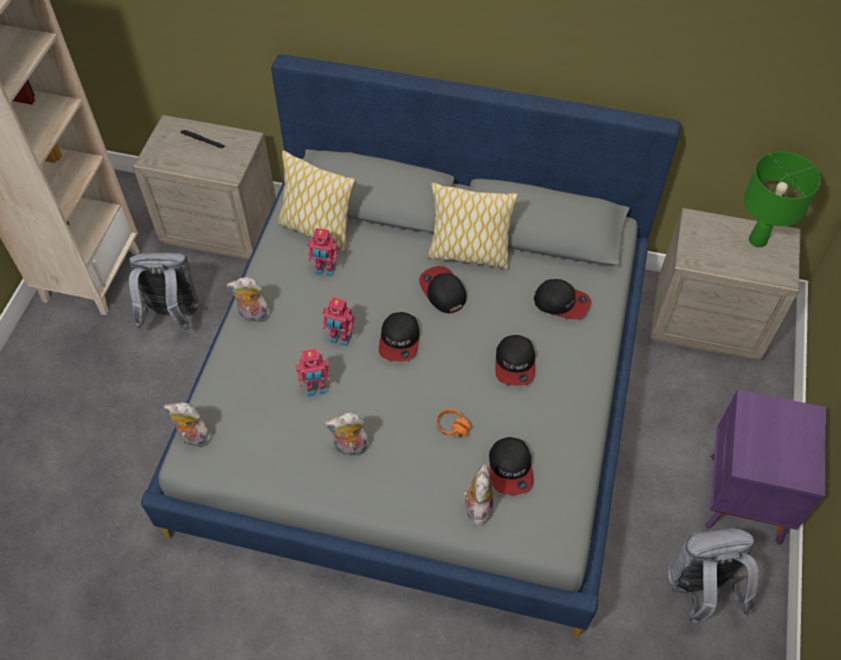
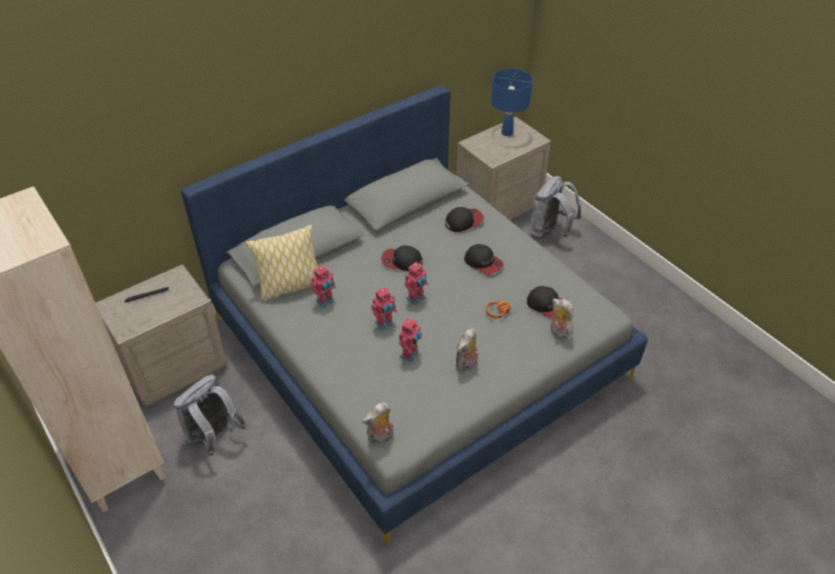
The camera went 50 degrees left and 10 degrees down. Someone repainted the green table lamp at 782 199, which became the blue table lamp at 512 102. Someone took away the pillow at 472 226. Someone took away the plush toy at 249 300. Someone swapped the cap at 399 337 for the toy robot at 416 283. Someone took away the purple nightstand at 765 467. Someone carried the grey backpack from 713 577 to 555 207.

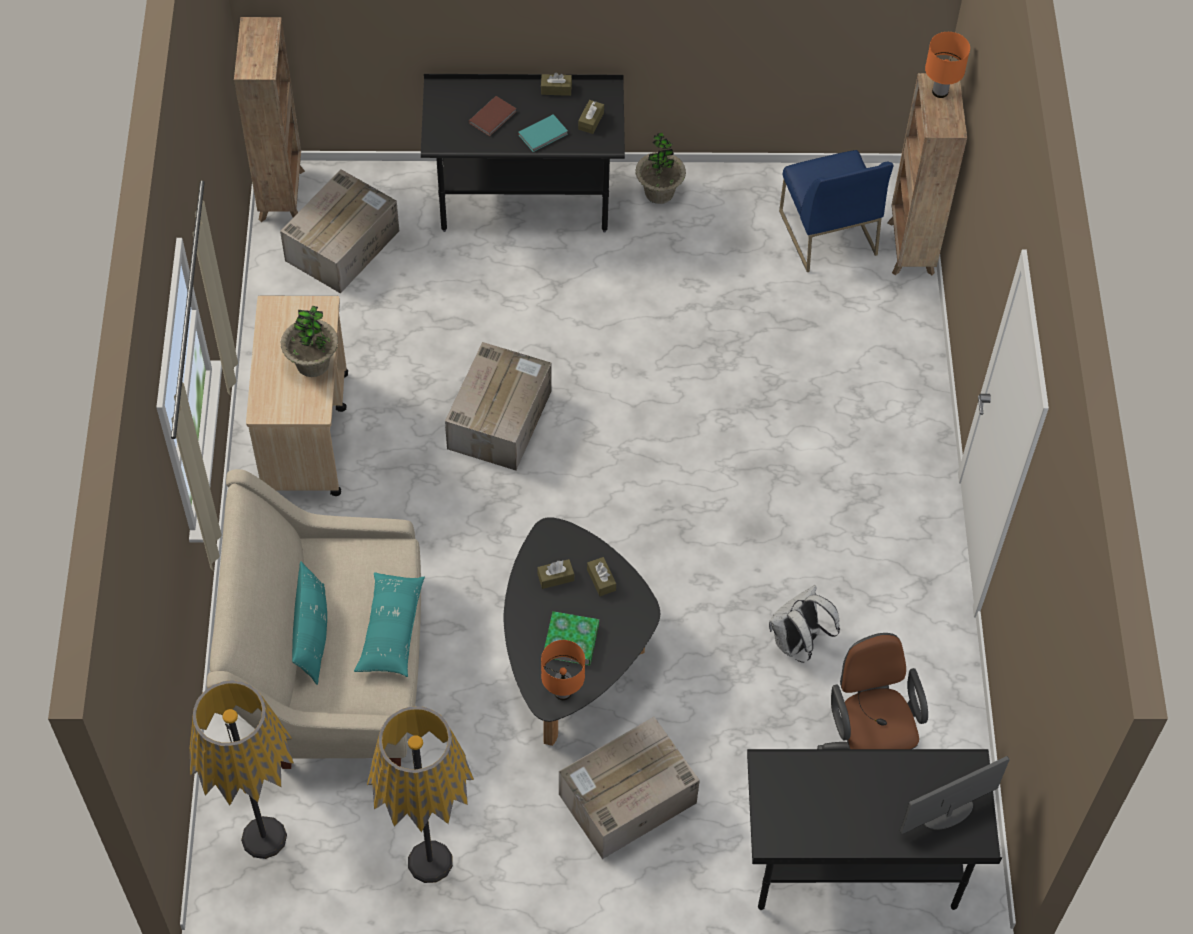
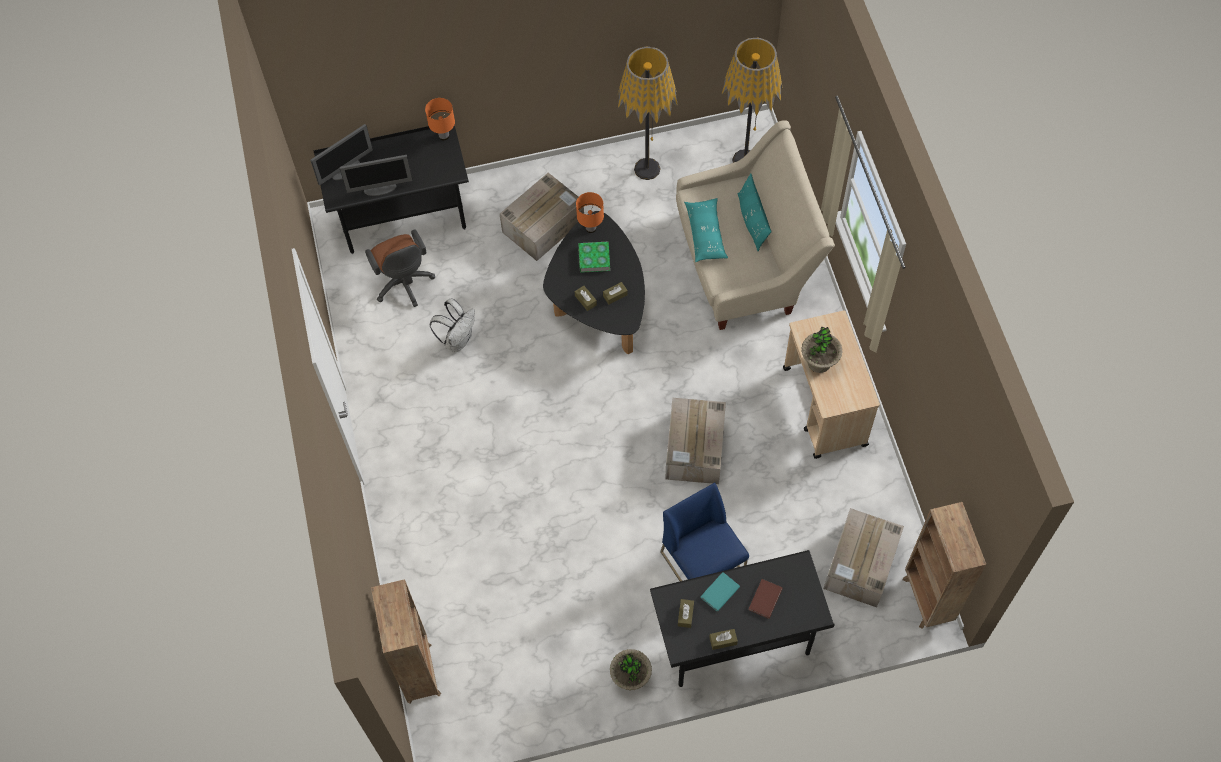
The camera went 170 degrees right and 5 degrees up. Someone carried the orange table lamp from 947 65 to 440 119. Someone carried the blue chair from 836 211 to 705 531. Someone put down the monitor at 376 175.

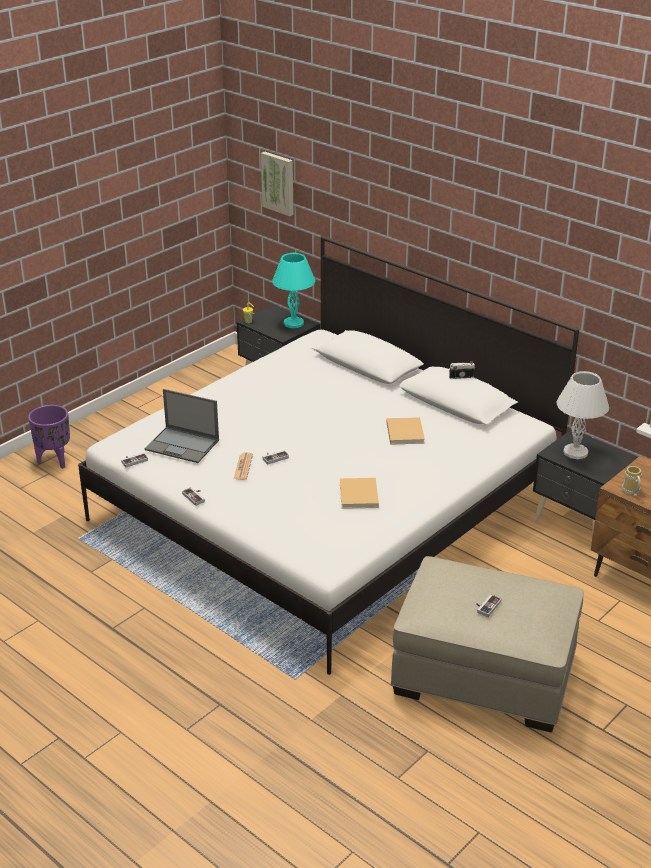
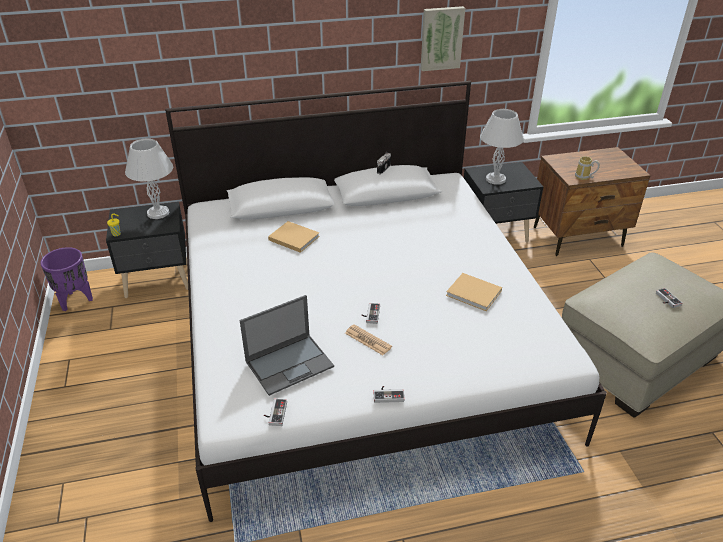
The camera went 55 degrees left and 5 degrees up. Someone carried the picture from 277 183 to 443 38. Someone repainted the turquoise table lamp at 293 290, which became the white table lamp at 149 178. Someone carried the purple planter from 49 437 to 66 279. Someone carried the beige book from 406 431 to 294 237.

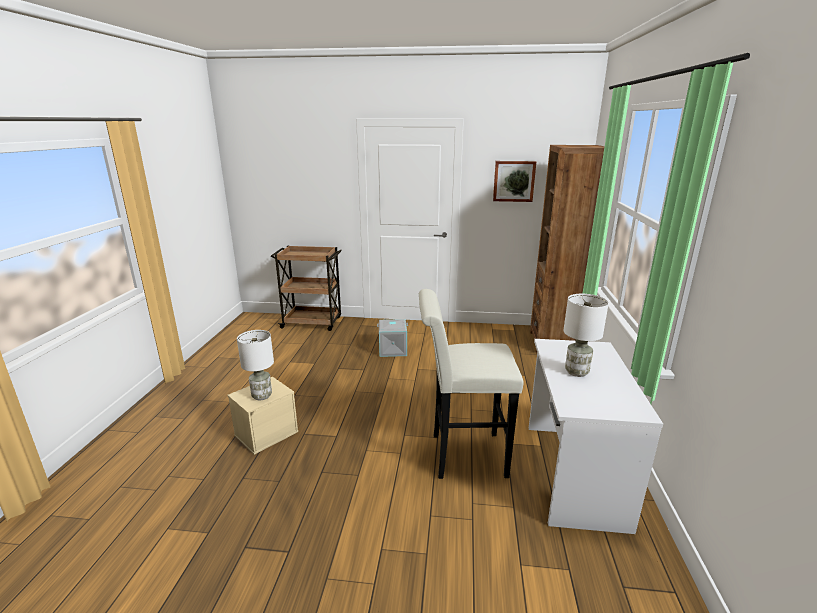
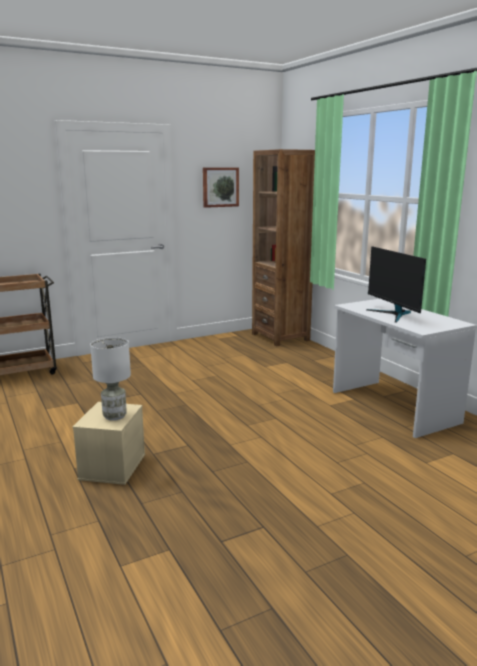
The camera went 35 degrees left and 5 degrees down. Someone took away the white stool at 471 384. Someone swapped the white table lamp at 586 335 for the monitor at 396 284. Someone took away the grey storage box at 392 338.

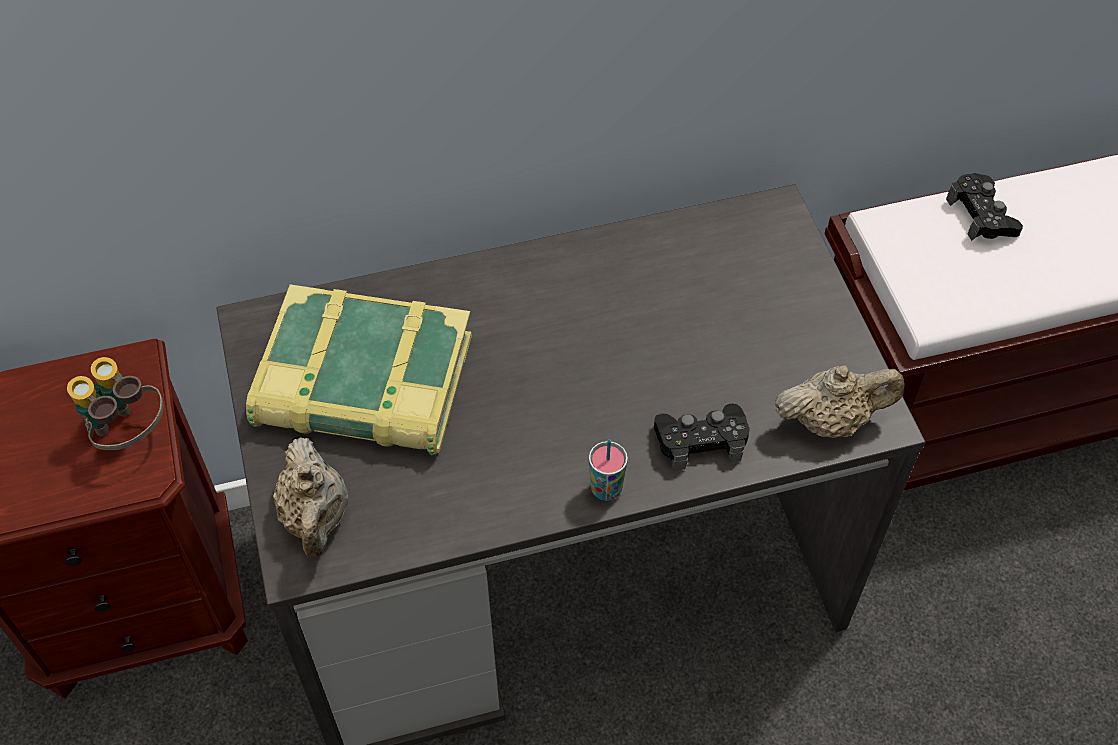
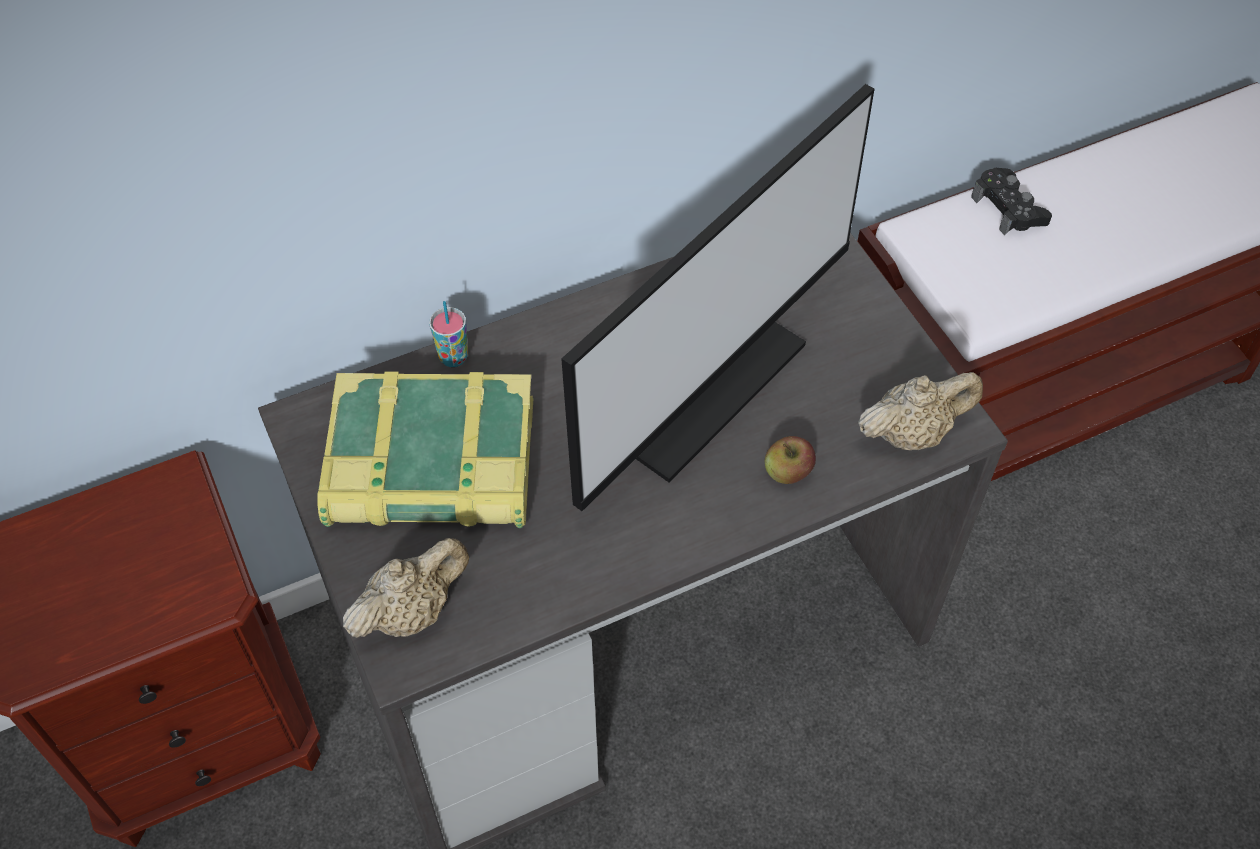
The camera went 10 degrees left and 0 degrees up. Someone took away the binoculars at 115 403. Someone swapped the black game controller at 701 437 for the apple at 790 460. Someone rotated the beige teapot at 310 497 by 105 degrees counterclockwise. Someone carried the cup from 608 470 to 448 334. Someone put down the monitor at 717 297.

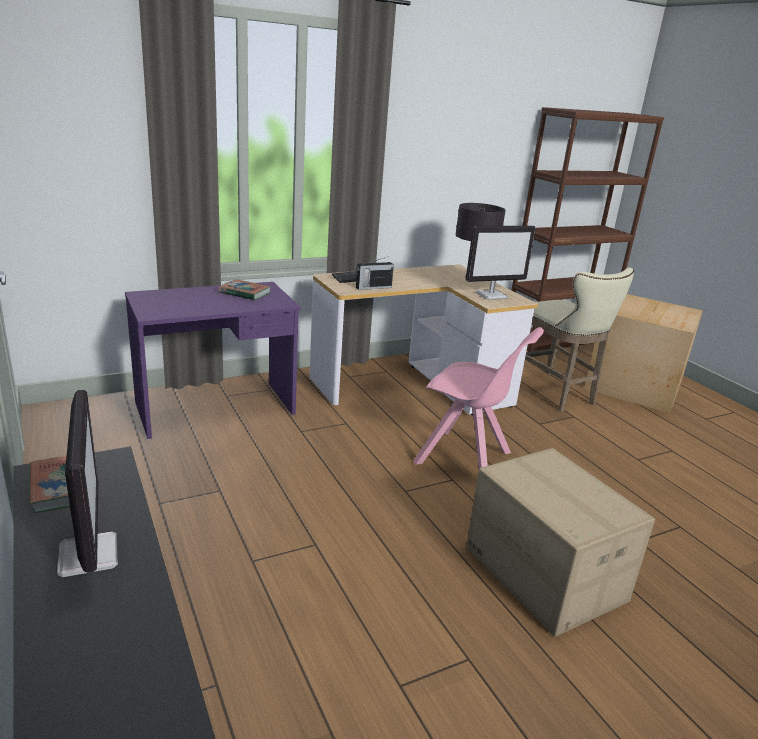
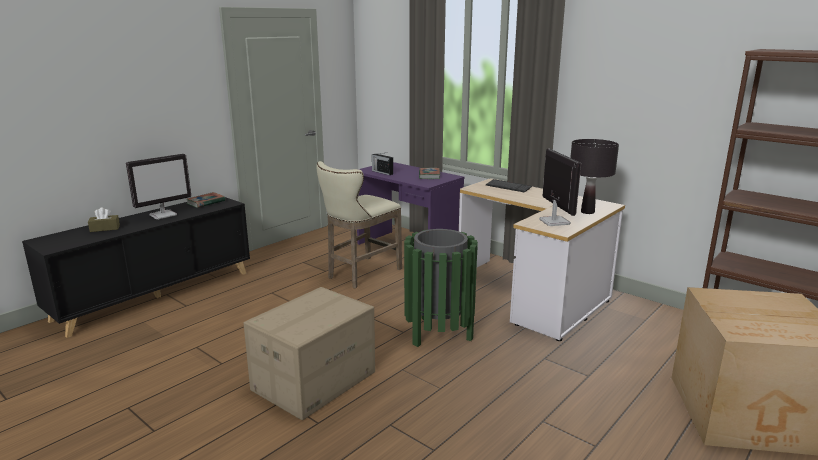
The camera went 70 degrees right and 5 degrees down. Someone rotated the monitor at 501 263 by 150 degrees counterclockwise. Someone carried the radio from 375 273 to 382 163. Someone carried the beige stool from 579 339 to 359 224. Someone swapped the pink chair at 478 397 for the green trash can at 441 288. Someone put down the brown tissue box at 104 219.

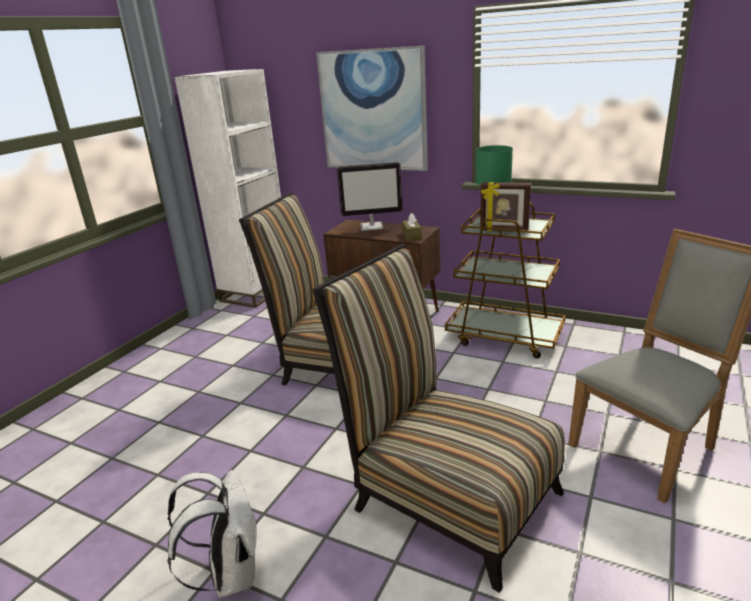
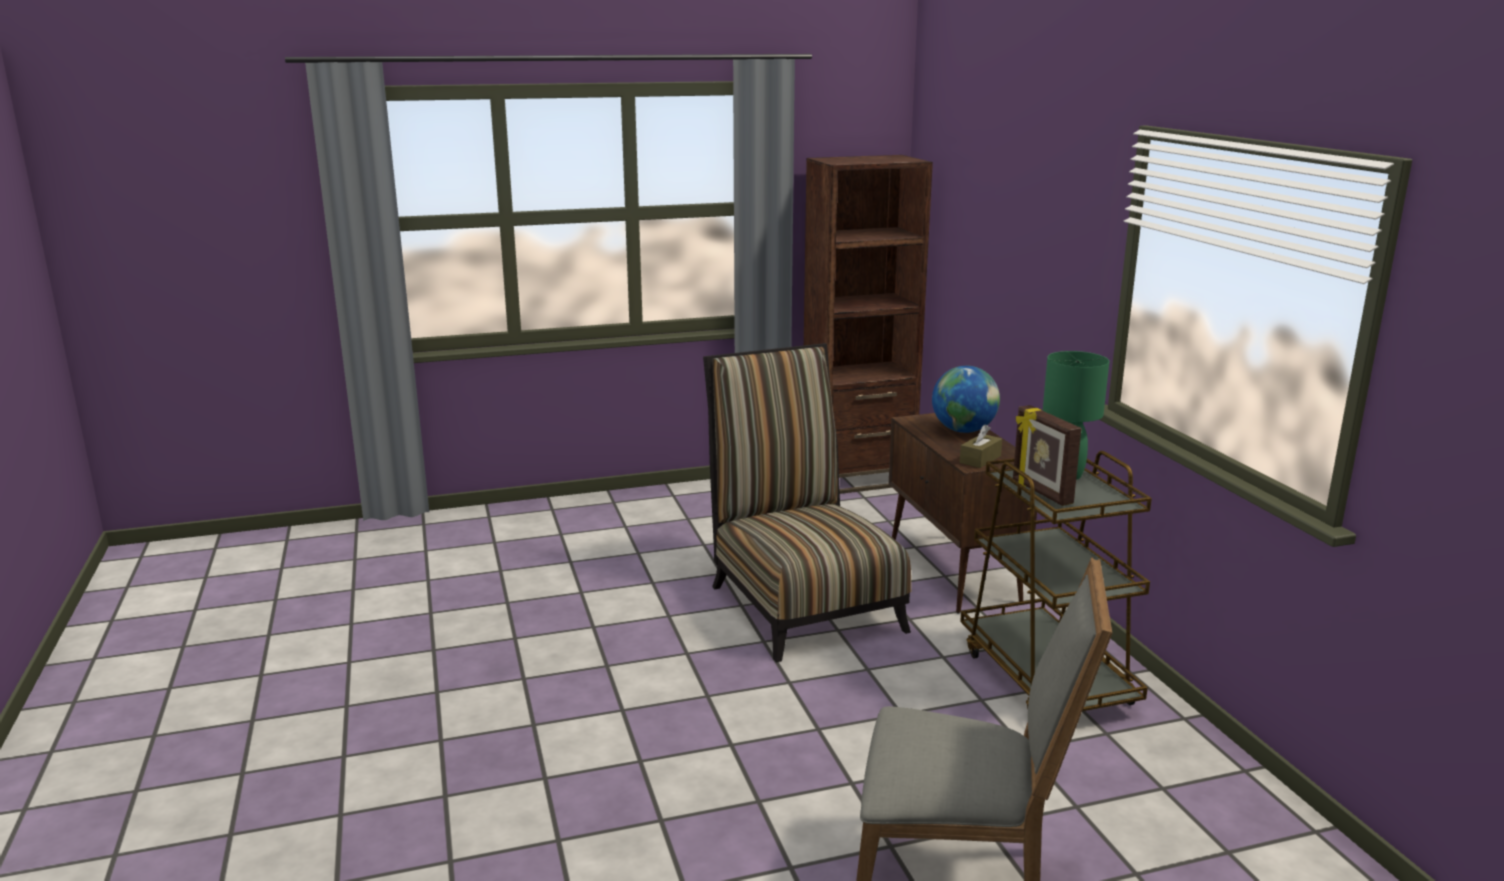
The camera went 45 degrees right and 5 degrees down. Someone took away the picture at 372 108. Someone repainted the white bookcase at 227 188, which became the brown bookcase at 868 324. Someone swapped the monitor at 369 196 for the globe at 966 399. Someone took away the chair at 438 418. Someone took away the white backpack at 212 534.

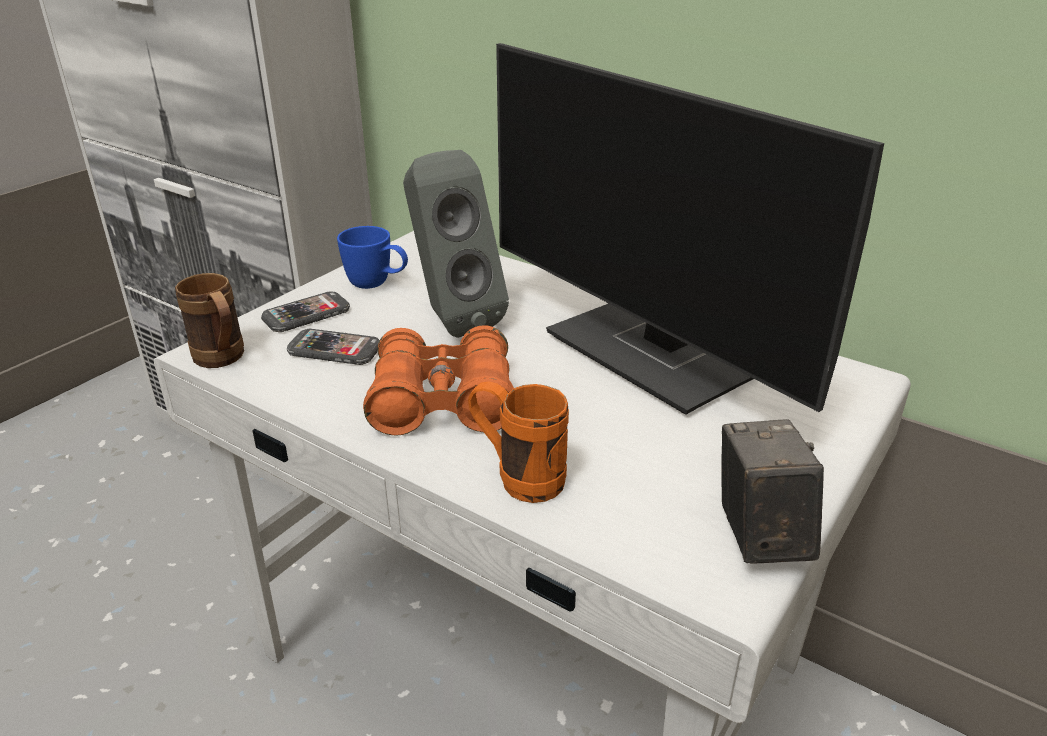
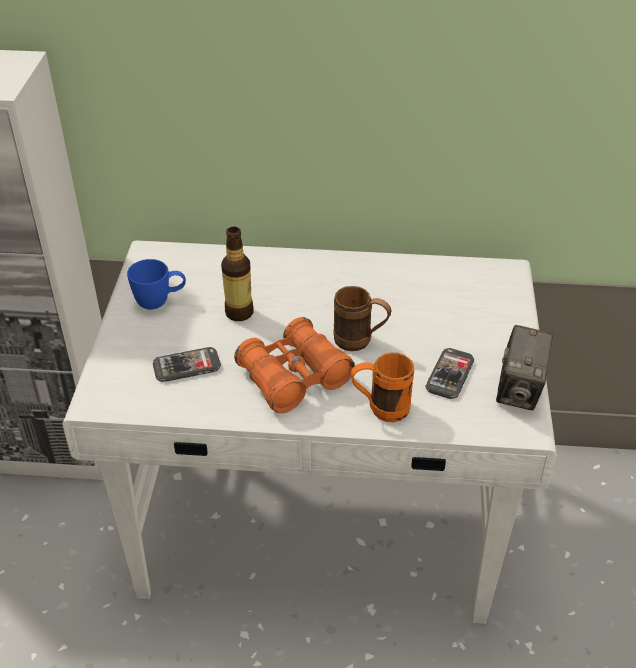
The camera went 30 degrees left and 10 degrees up. Someone took away the monitor at 690 229. Someone swapped the grey speaker at 456 244 for the bottle at 237 274. Someone carried the brown mug from 209 320 to 363 318. Someone carried the phone from 305 311 to 449 373. Someone rotated the photo camera at 772 491 by 135 degrees counterclockwise.

